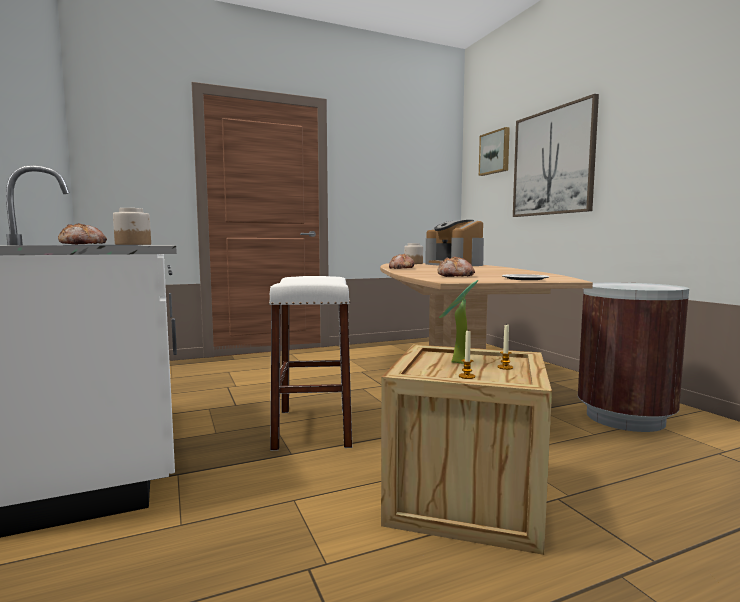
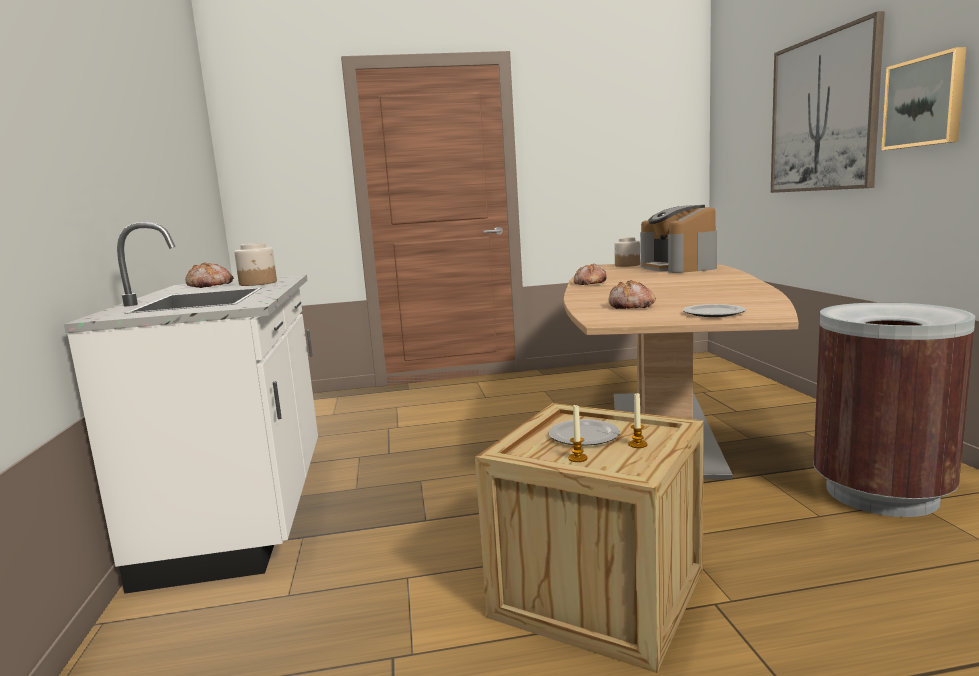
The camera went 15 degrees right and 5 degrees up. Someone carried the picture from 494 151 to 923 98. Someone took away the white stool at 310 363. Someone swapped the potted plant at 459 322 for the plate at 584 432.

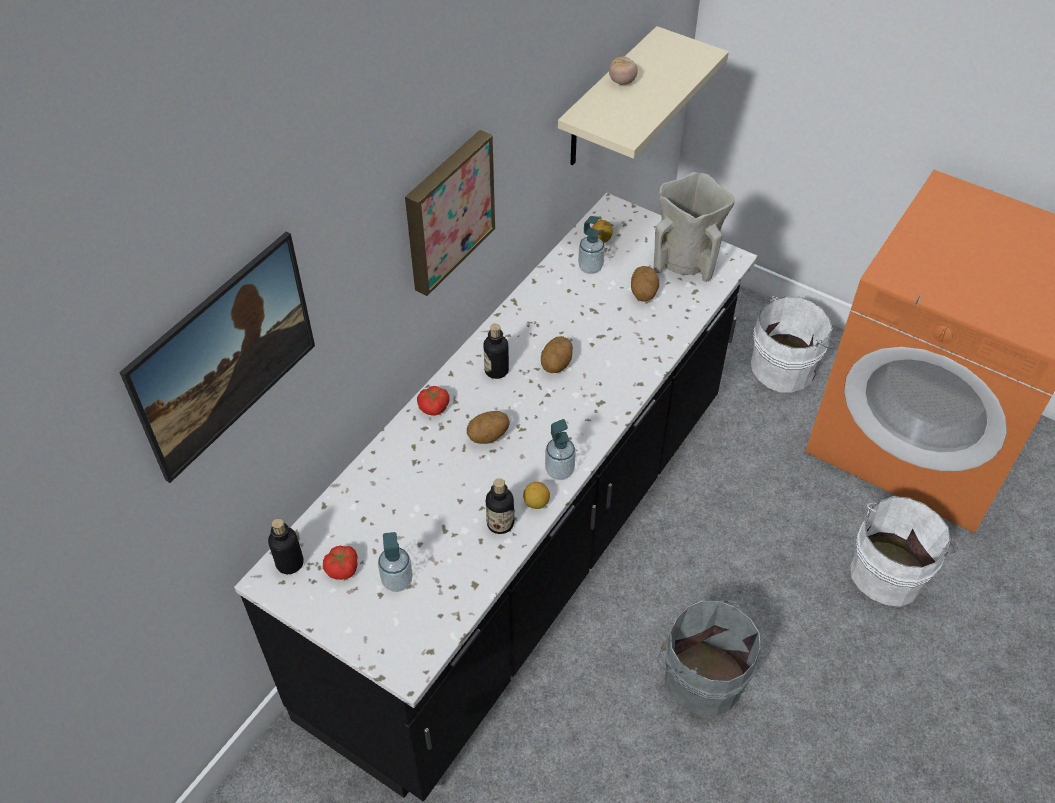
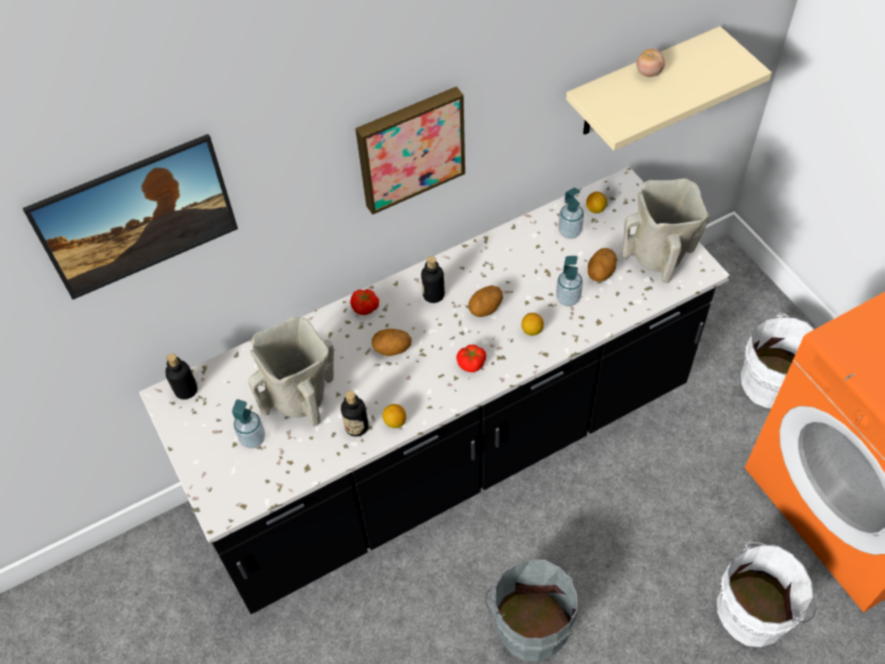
The camera went 30 degrees right and 5 degrees up. Someone carried the soap dispenser from 560 449 to 569 281. Someone carried the tomato from 340 563 to 471 358. Someone put down the lemon at 532 324. Someone put down the beige vase at 291 372.

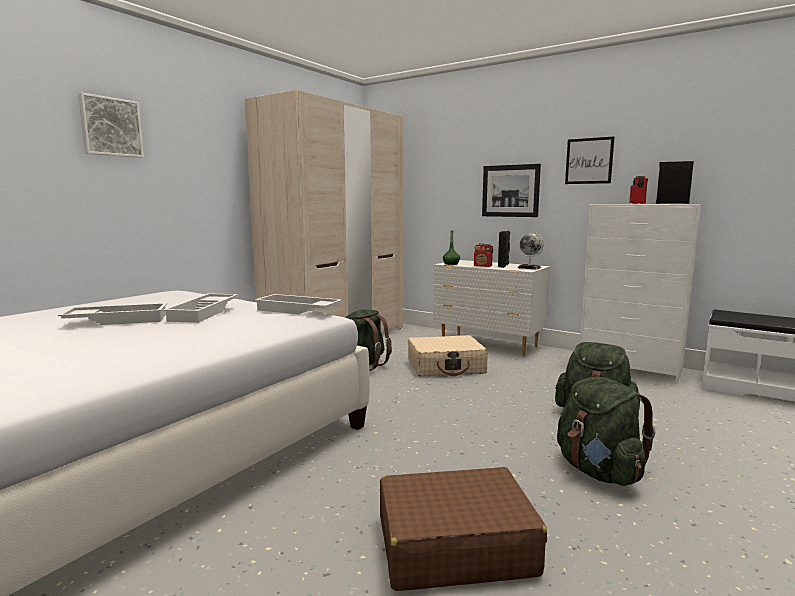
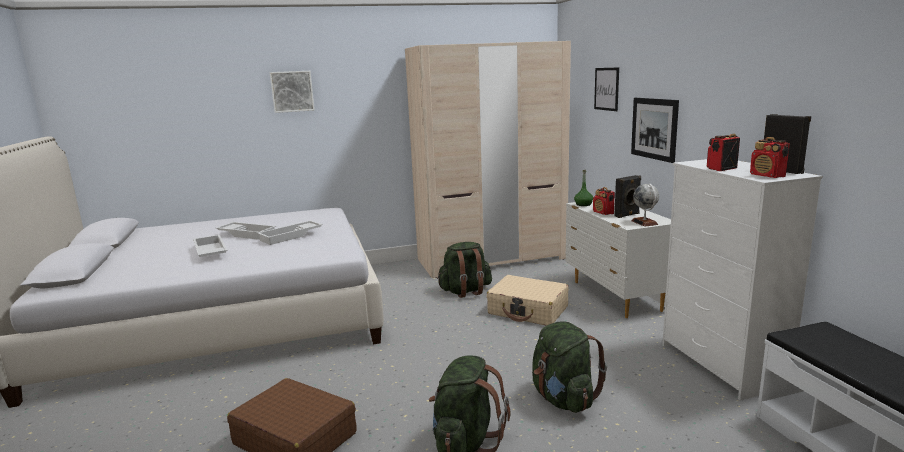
The camera went 40 degrees right and 5 degrees up. Someone carried the picture from 589 160 to 606 89. Someone carried the white tray from 298 304 to 210 246. Someone put down the radio at 770 157.

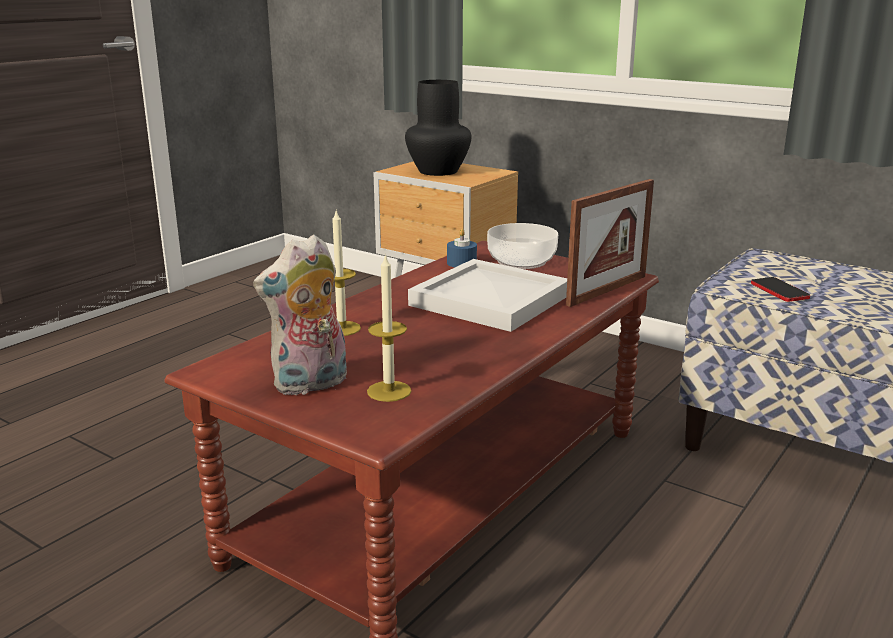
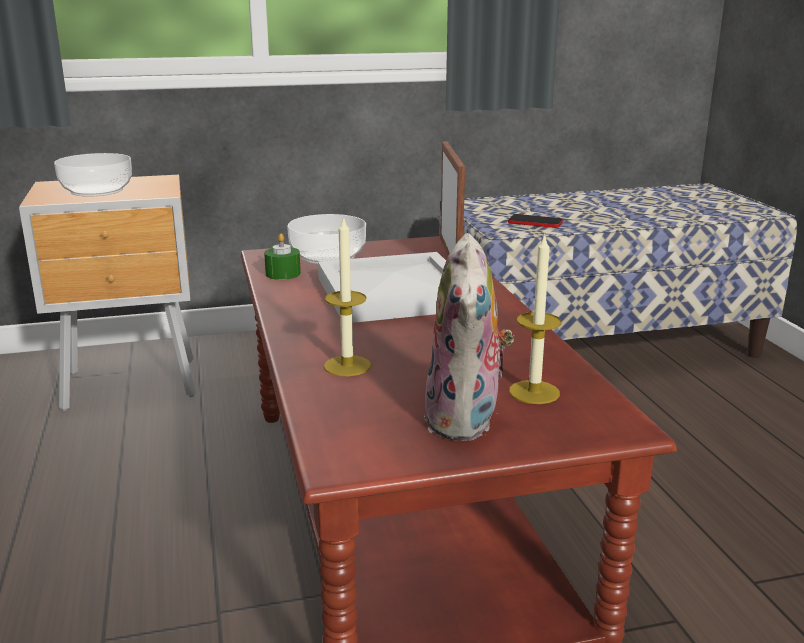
The camera went 50 degrees left and 0 degrees up. Someone swapped the black vase at 438 128 for the bowl at 93 175. Someone repainted the blue candle at 462 248, which became the green candle at 282 256.

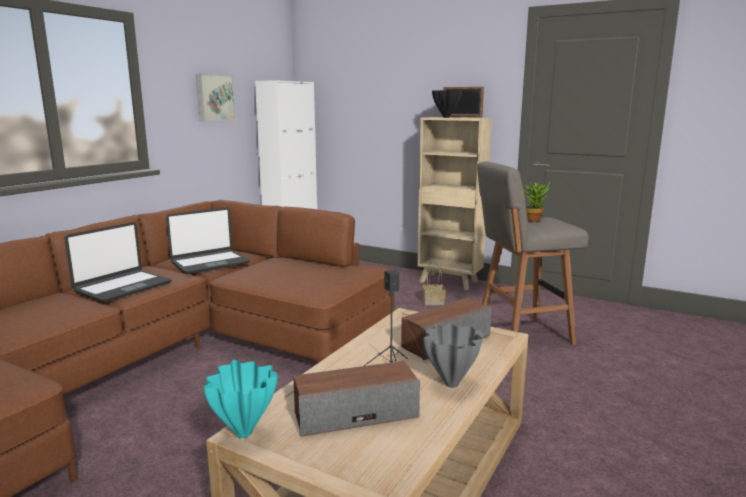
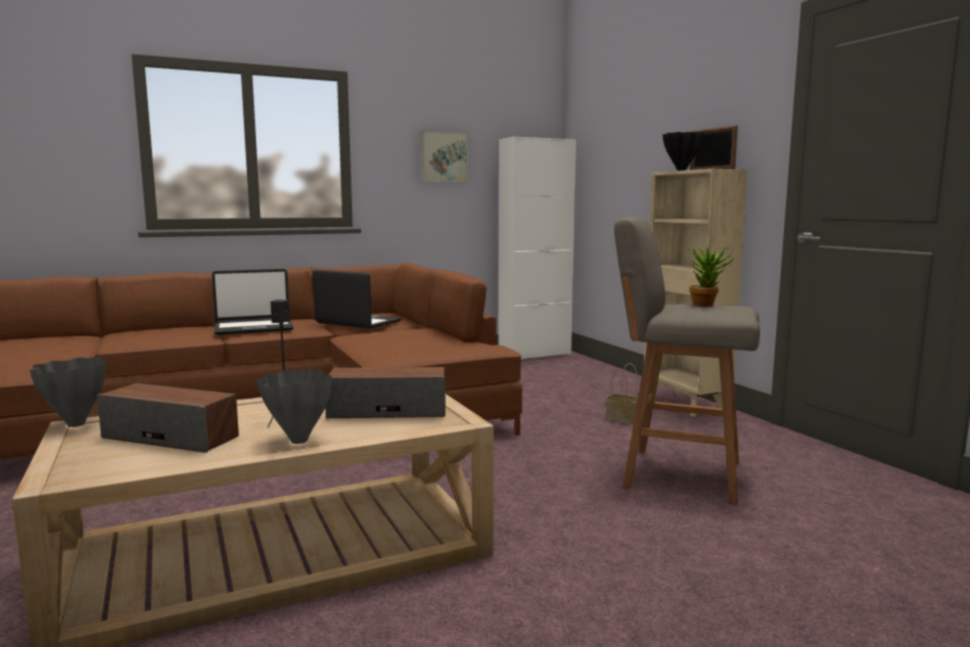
The camera went 35 degrees right and 5 degrees down. Someone rotated the laptop at 208 240 by 150 degrees counterclockwise. Someone repainted the turquoise vase at 240 399, which became the grey vase at 68 391.

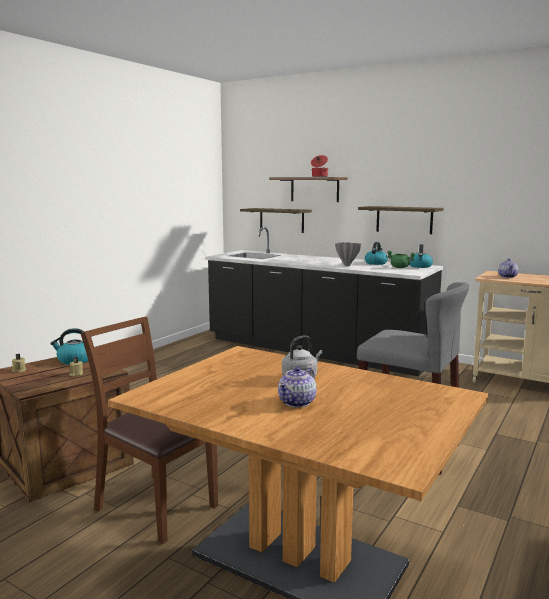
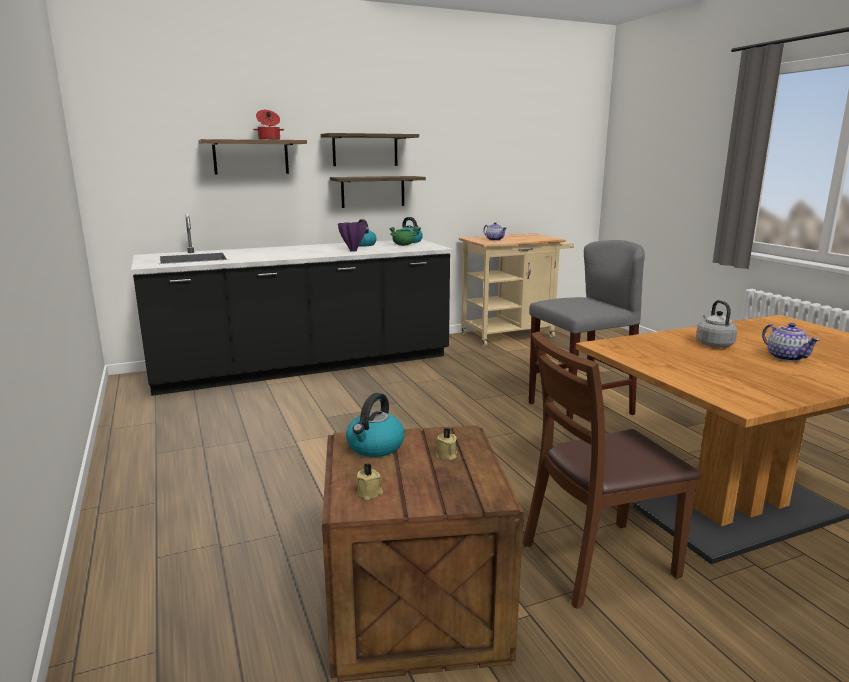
The camera went 55 degrees left and 5 degrees up. Someone carried the shelf from 276 220 to 370 149. Someone repainted the grey vase at 348 254, which became the purple vase at 352 237.

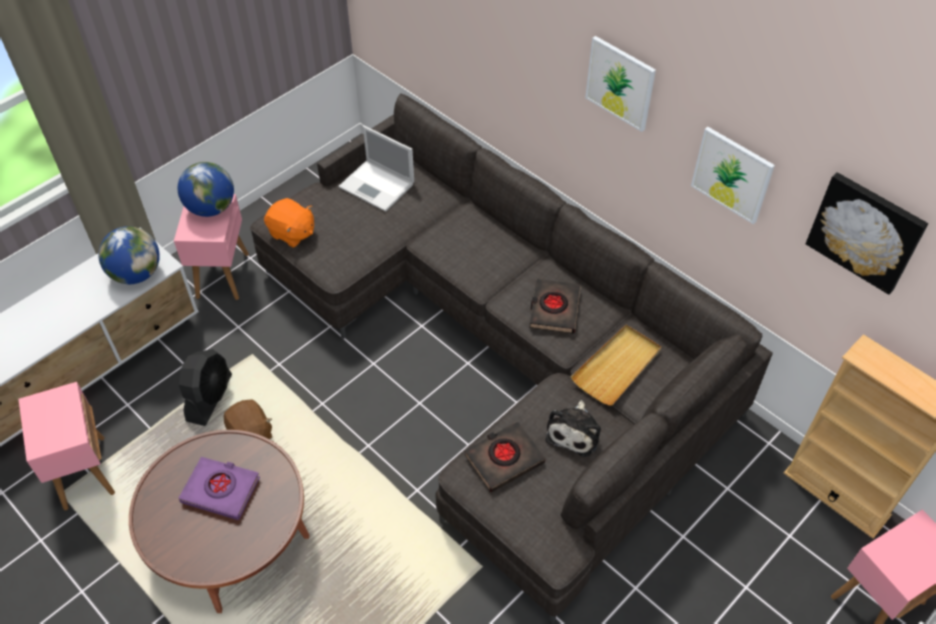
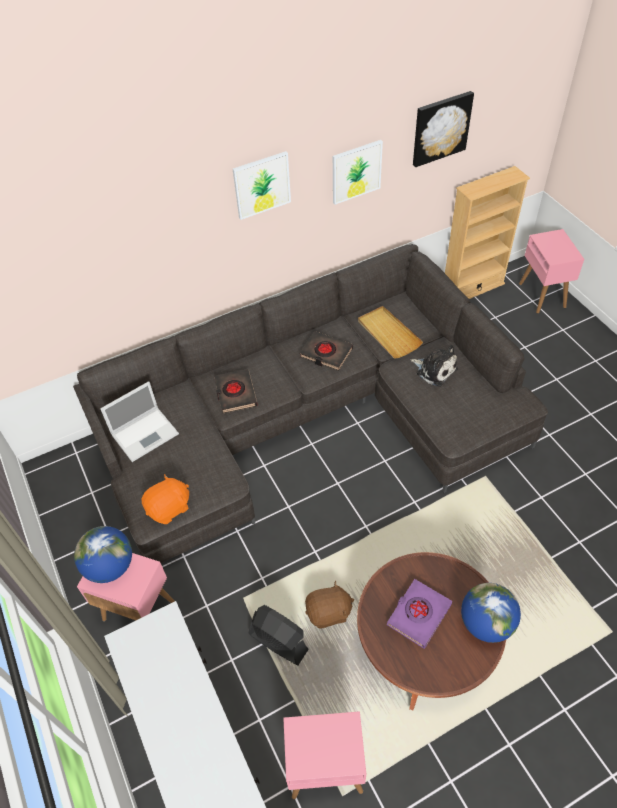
The camera went 70 degrees left and 0 degrees up. Someone carried the globe from 129 255 to 491 613. Someone carried the black book from 504 456 to 235 391.

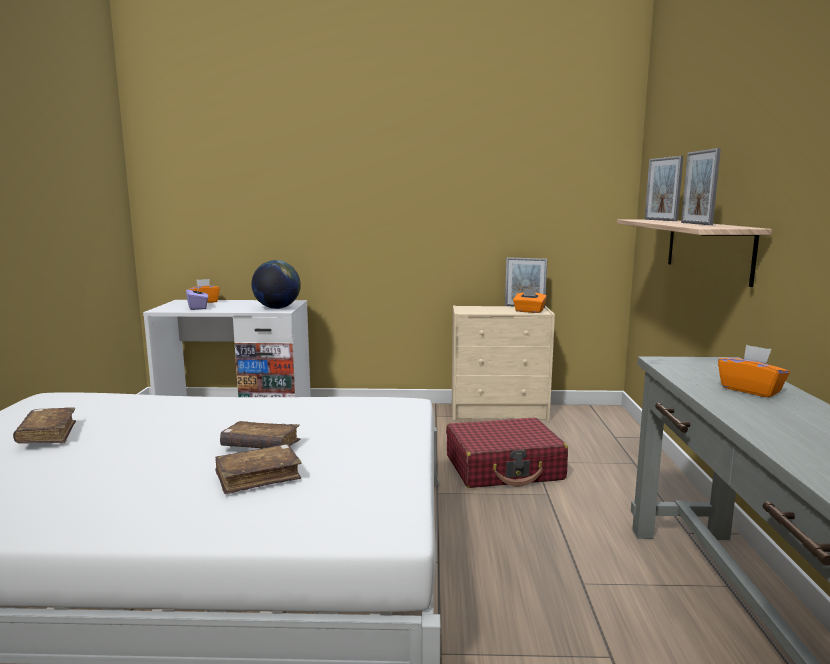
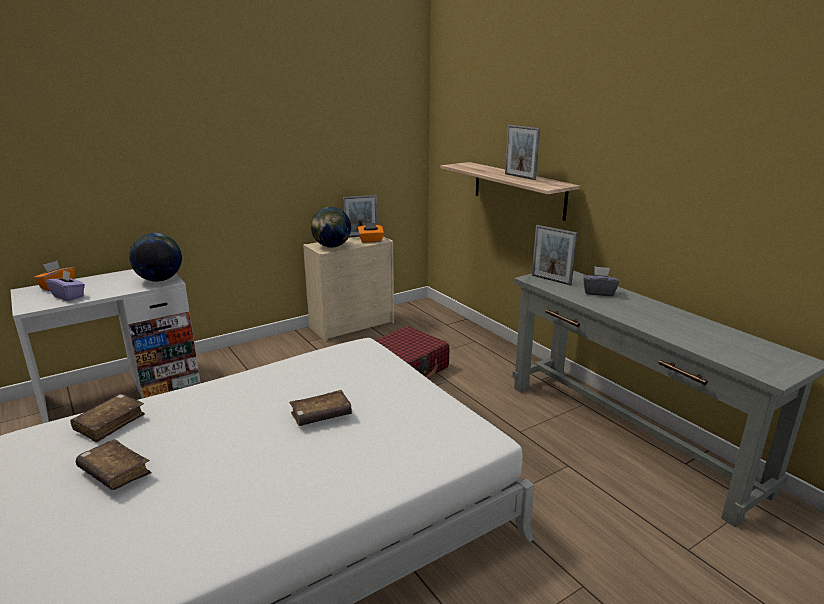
The camera went 35 degrees left and 10 degrees up. Someone carried the picture frame from 664 188 to 554 255. Someone repainted the orange tissue box at 754 371, which became the grey tissue box at 601 281. Someone carried the brown book from 258 469 to 107 418. Someone put down the globe at 331 227.

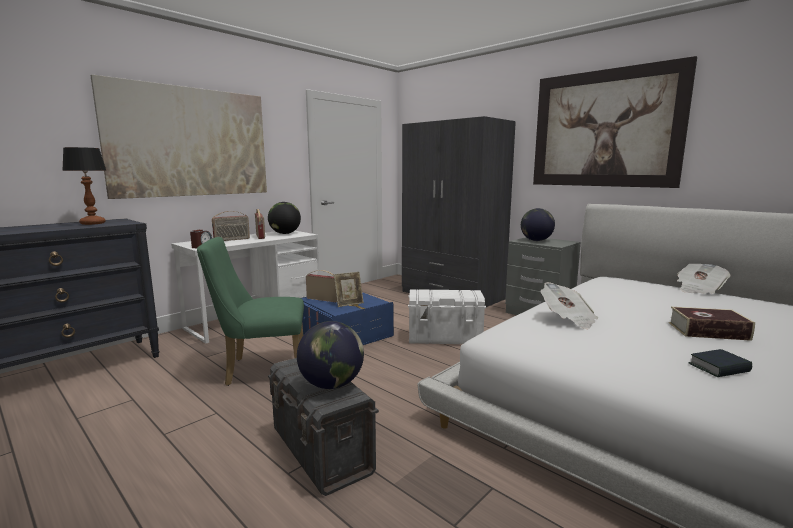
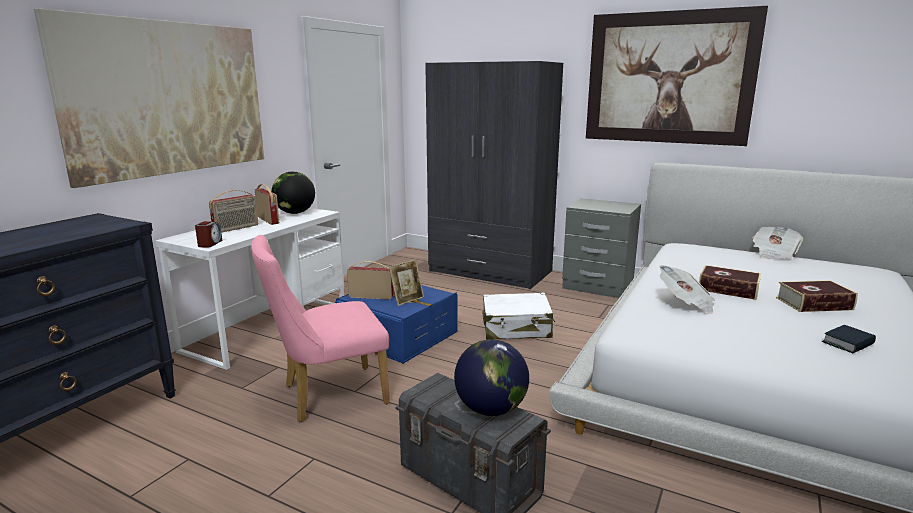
The camera went 15 degrees left and 5 degrees up. Someone took away the table lamp at 84 186. Someone took away the globe at 538 224. Someone repainted the green chair at 250 311, which became the pink chair at 320 328. Someone swapped the white storage box at 447 316 for the white suitcase at 518 316. Someone put down the book at 730 282.

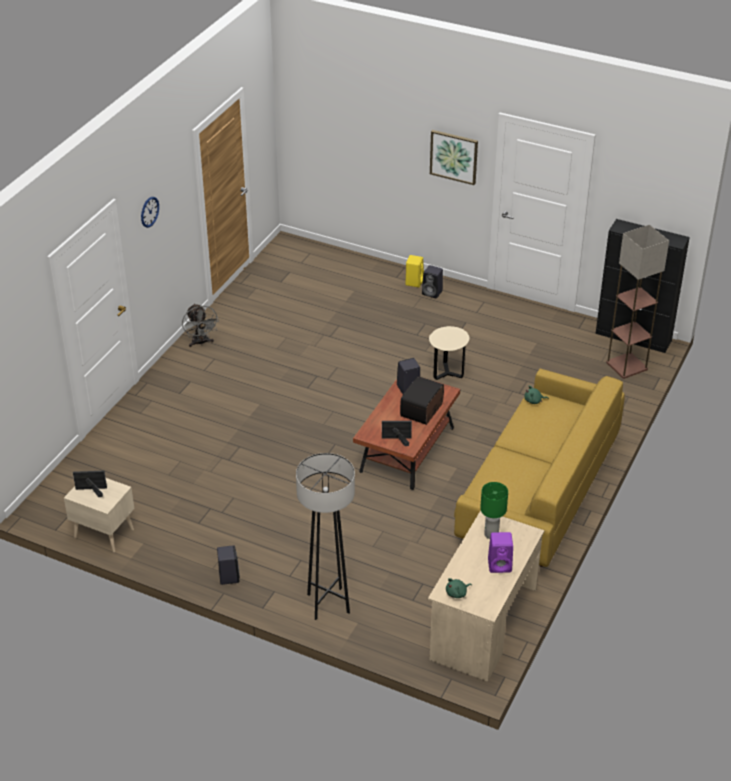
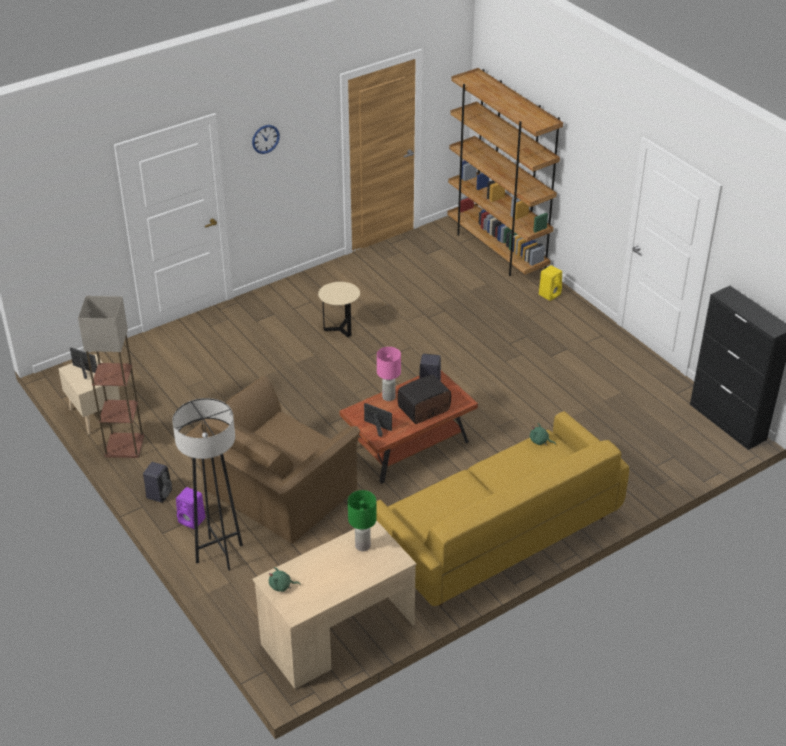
The camera went 30 degrees right and 0 degrees up. Someone took away the picture at 454 157. Someone carried the floor lamp from 637 302 to 111 377. Someone took away the black speaker at 432 281. Someone took away the grey fan at 200 325. Someone carried the beige side table from 449 353 to 339 309. Someone carried the purple speaker from 500 552 to 191 508. Someone put down the brown bookcase at 505 172. Someone put down the pink table lamp at 389 374. Someone put down the brown armchair at 272 460.

